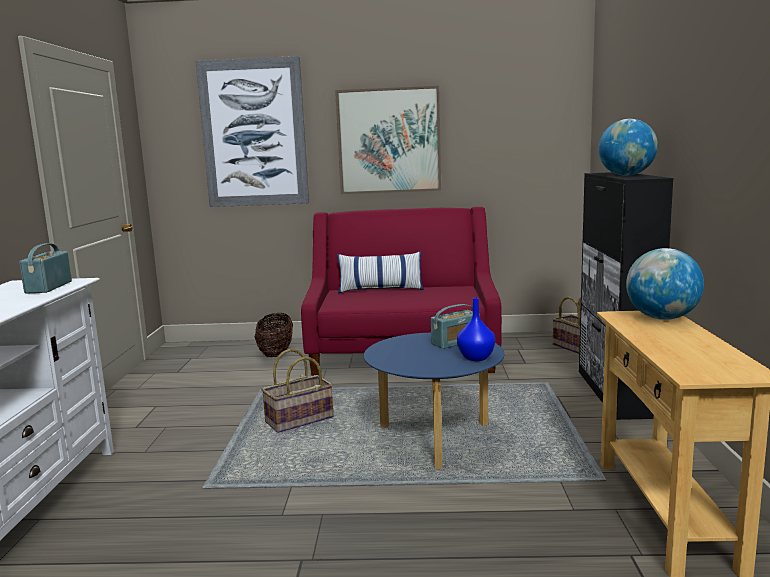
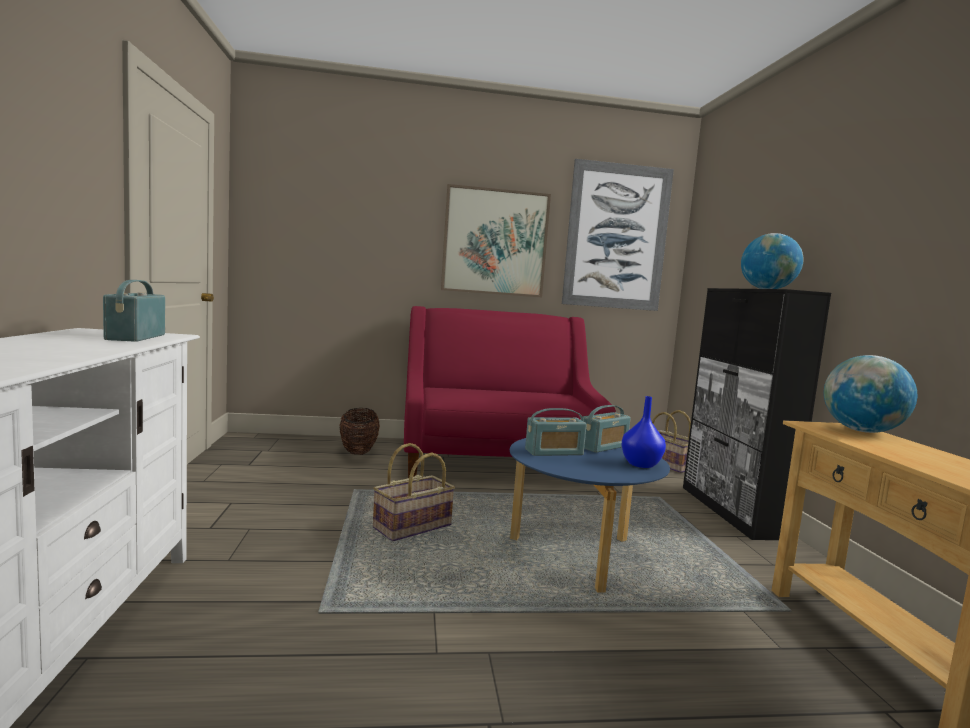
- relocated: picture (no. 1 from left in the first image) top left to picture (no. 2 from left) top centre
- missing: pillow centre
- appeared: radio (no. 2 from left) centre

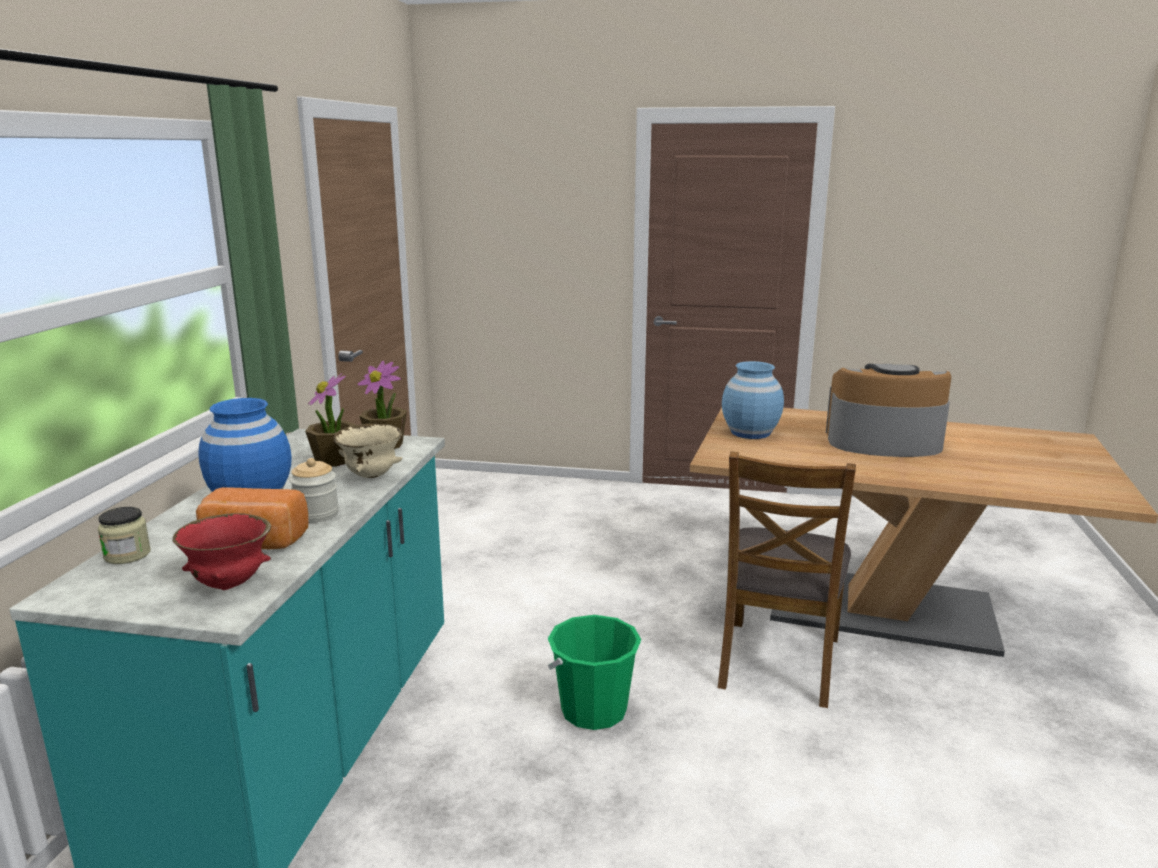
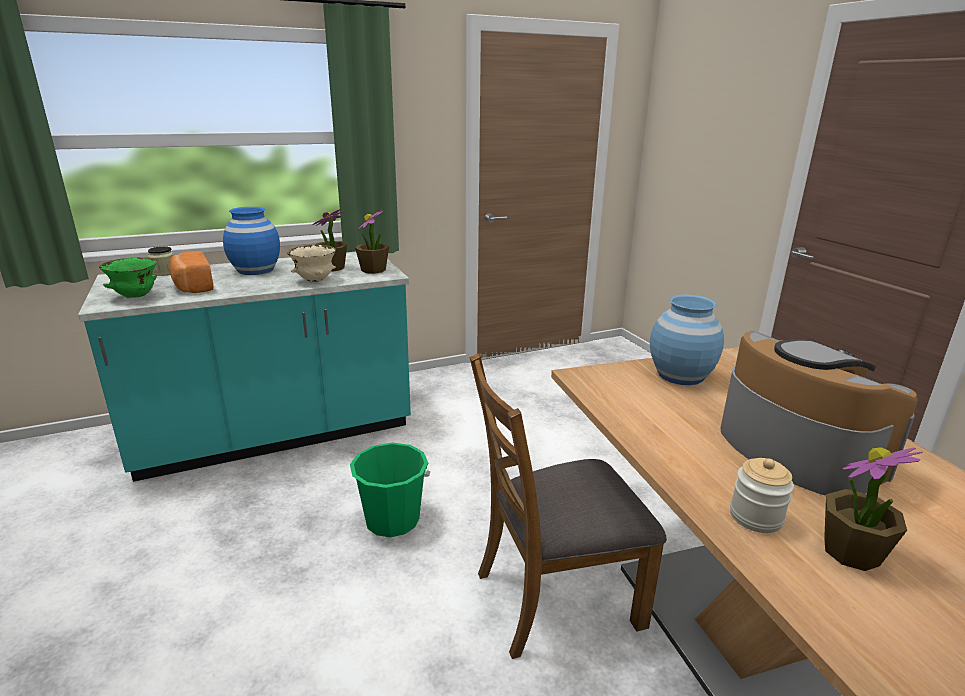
- relocated: jar (no. 2 from left) middle left to bottom right
- colour: bowl (red) middle left to bowl (green) middle left
- appeared: potted plant (no. 3 from left) bottom right

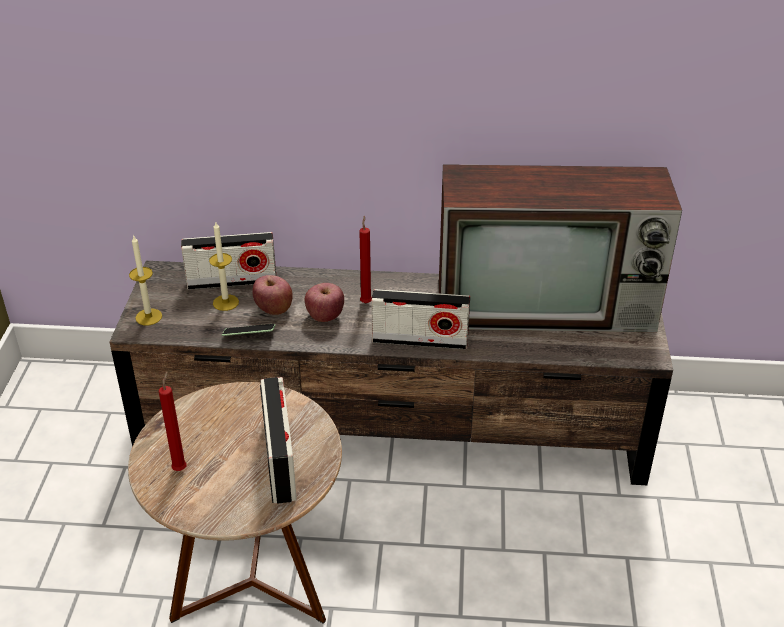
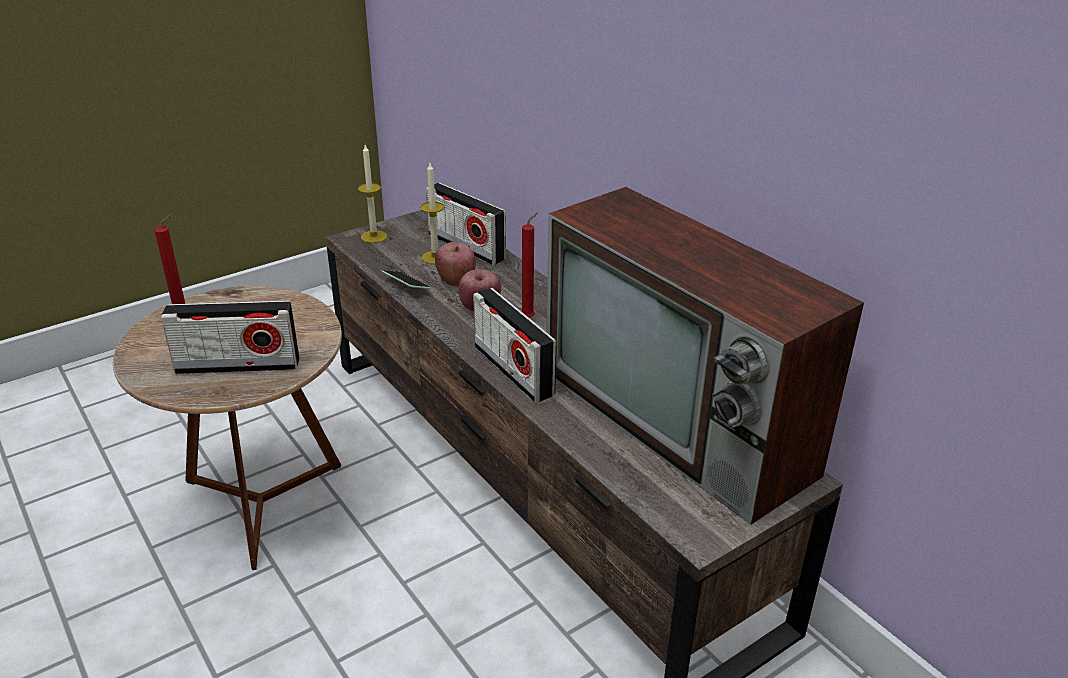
- spun: radio (no. 2 from left in the first image) bottom centre = middle left 45 degrees clockwise

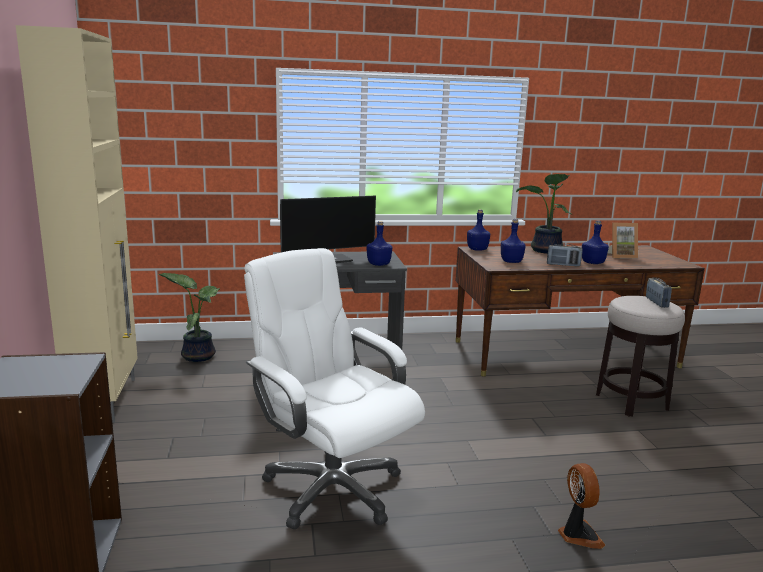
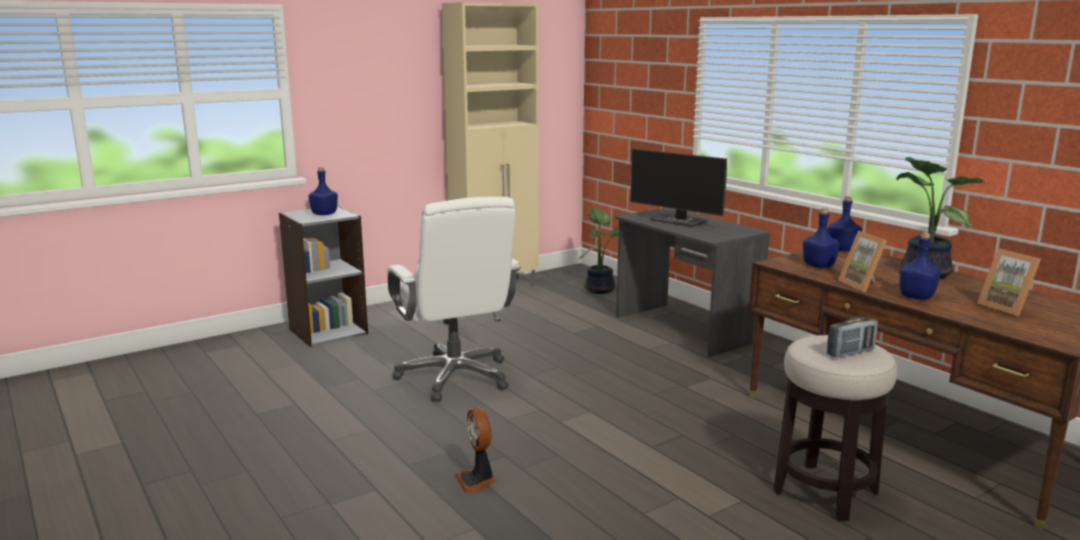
- relocated: bottle (blue) (no. 1 from left) centre to middle left
- exchanged: radio (no. 1 from left) middle right to picture frame (no. 1 from left) middle right
- spun: office chair (white) bottom centre = centre 135 degrees clockwise
- spun: fan bottom right = bottom centre 105 degrees clockwise

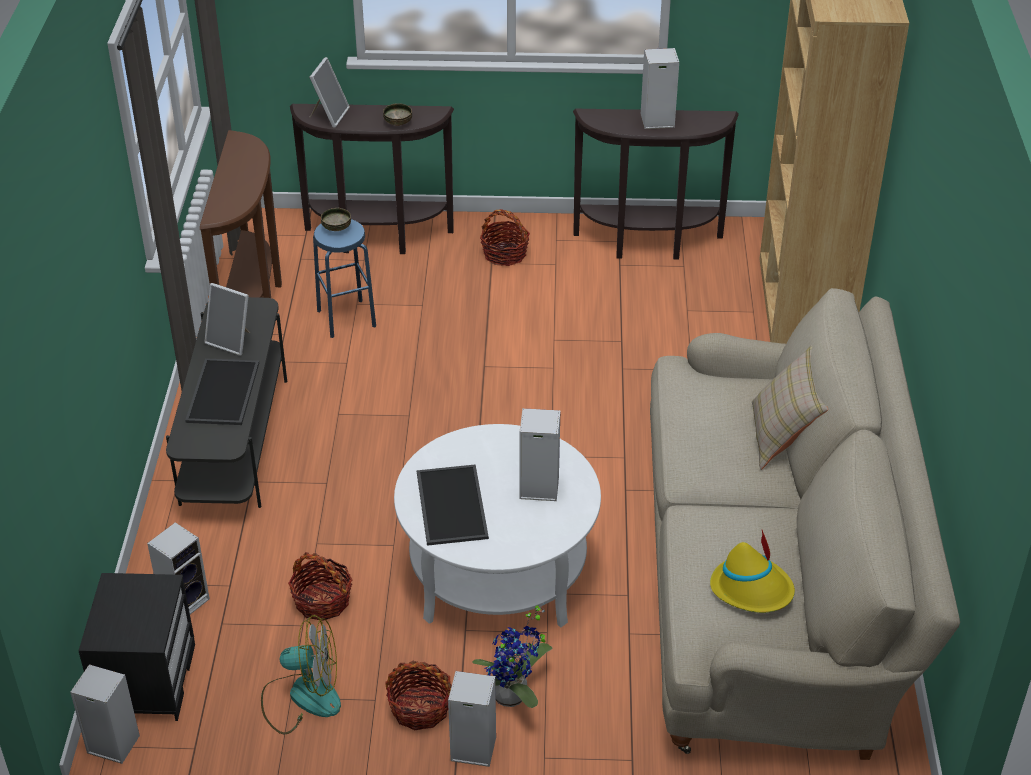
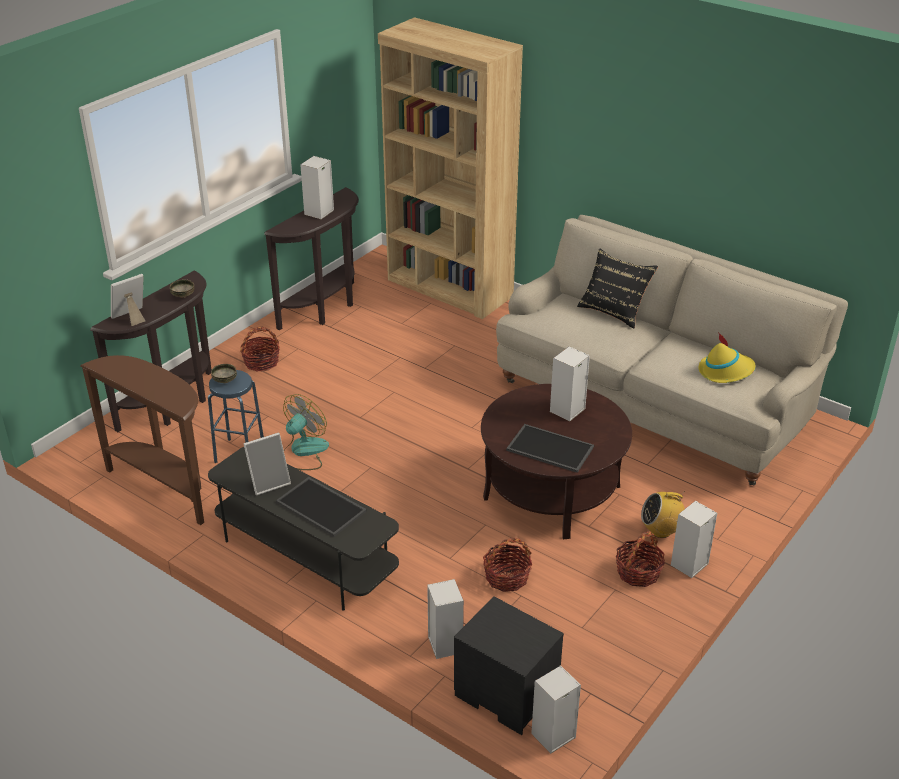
- spun: picture frame (no. 2 from left in the first image) top left = middle left 90 degrees counterclockwise
- colour: pillow (beige) middle right to pillow (black) middle right
- colour: coffee table (white) bottom centre to coffee table (brown) centre
- exchanged: potted plant bottom centre to radio middle right
- relocated: fan bottom left to centre

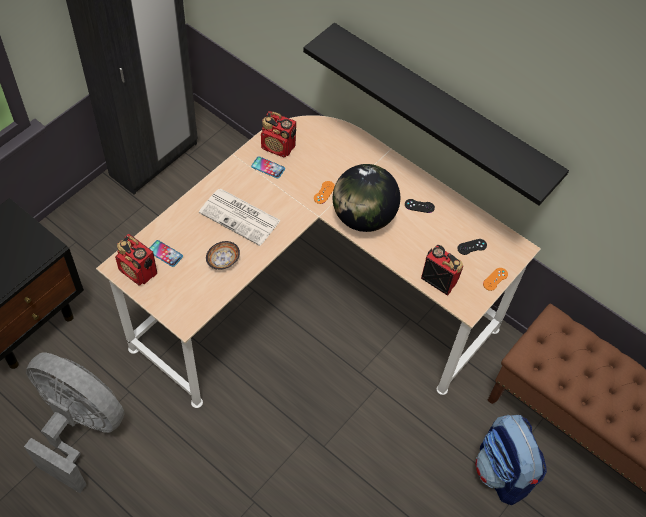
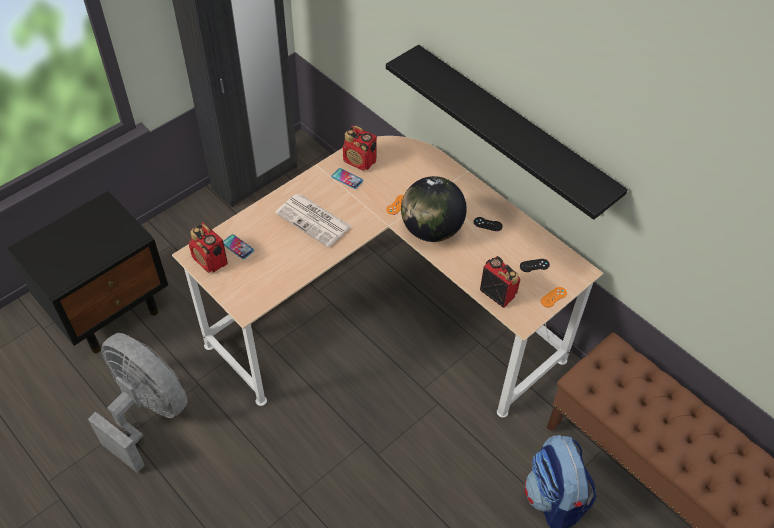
- missing: bowl centre

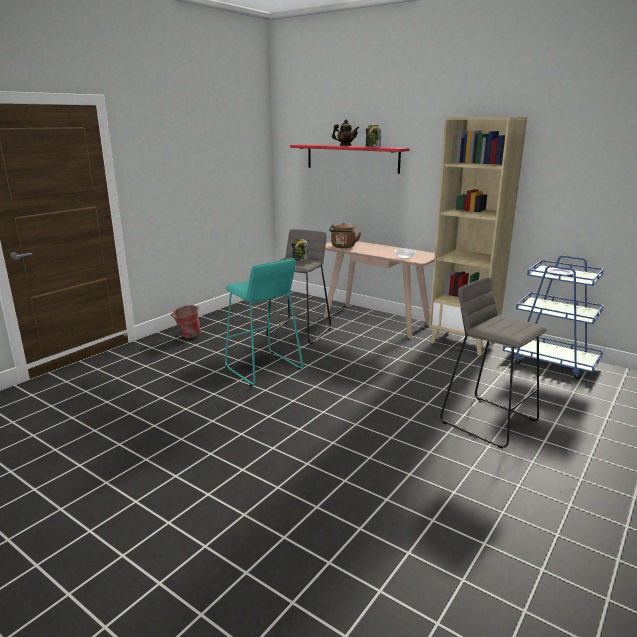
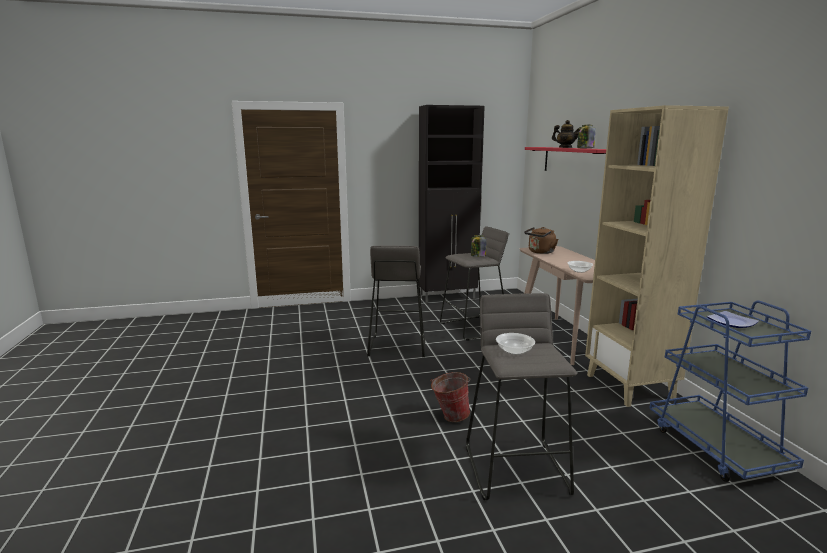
- colour: stool (turquoise) centre to stool (grey) (no. 1 from left) centre
- relocated: bucket middle left to bottom centre
- appeared: cabinet (black) centre
- appeared: bowl (no. 1 from left) centre

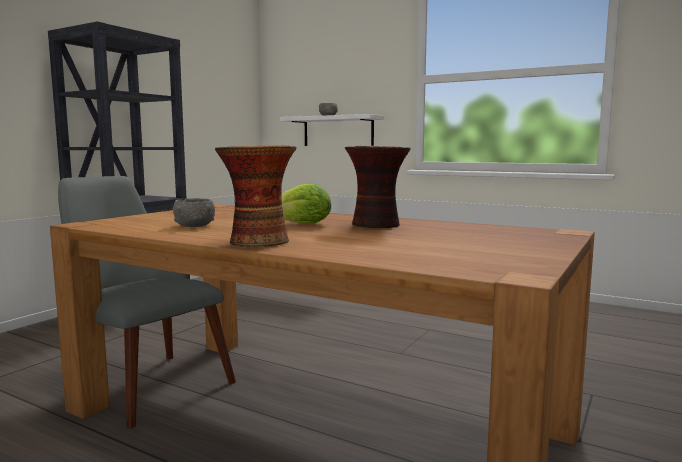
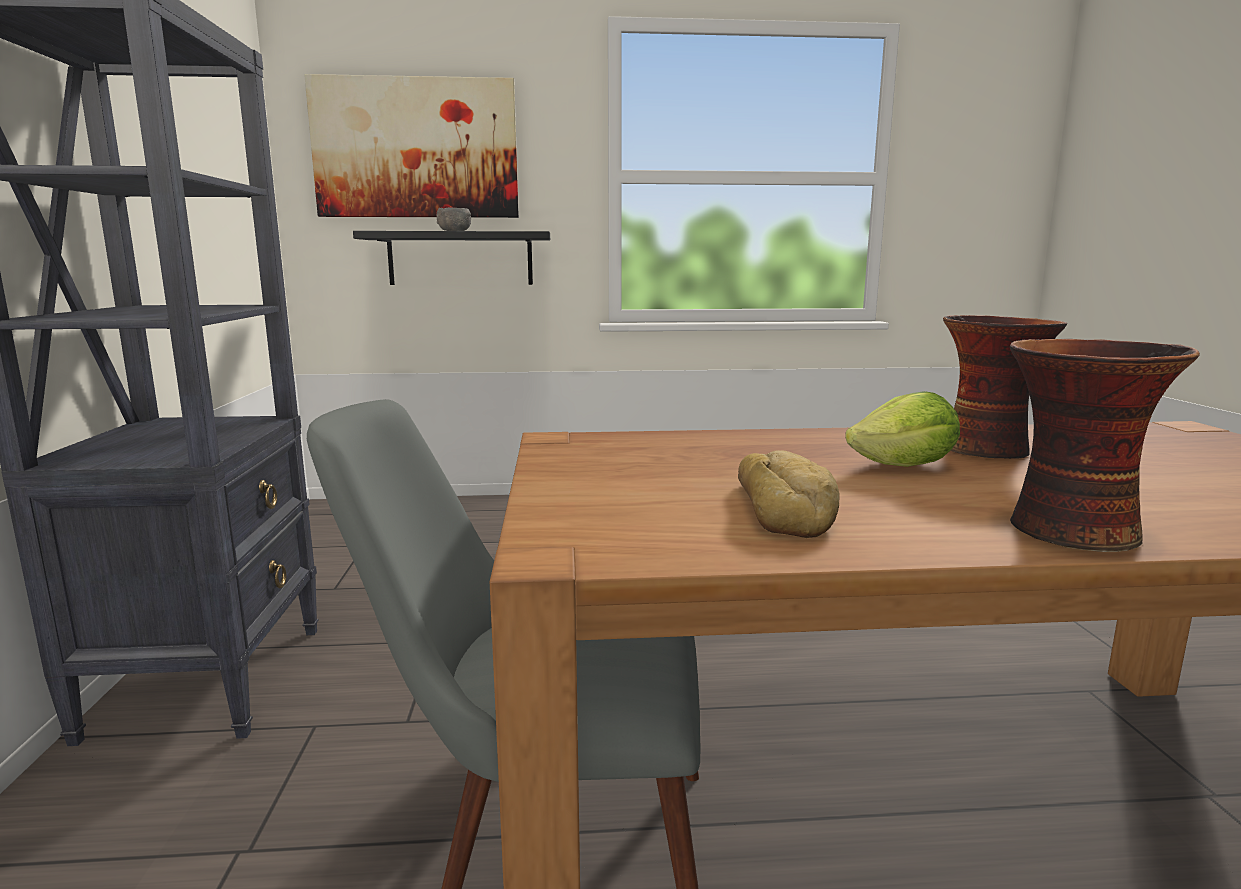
- colour: shelf (white) top centre to shelf (black) top centre
- exchanged: bowl (grey) (no. 1 from left) middle left to bread centre
- appeared: picture top left

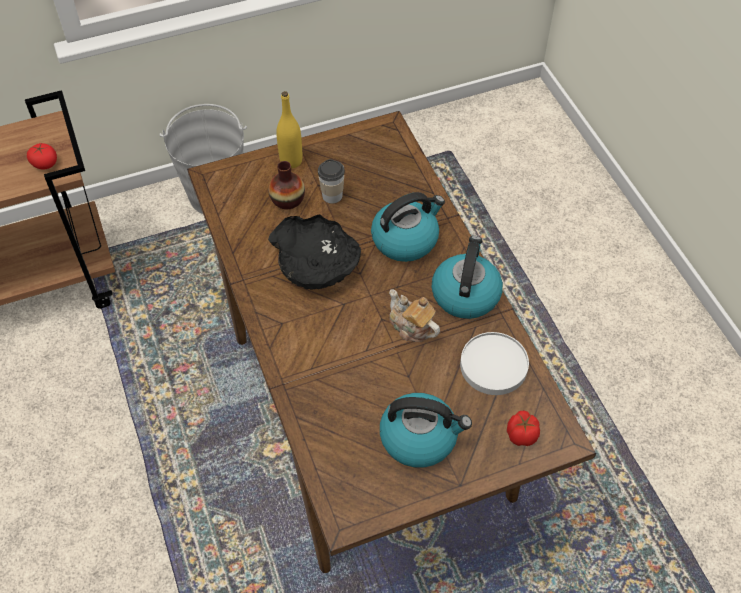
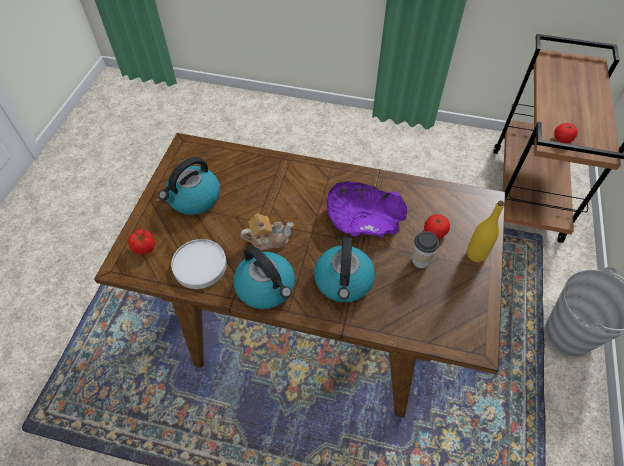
- exchanged: vase top centre to tomato (no. 2 from left) middle right
- colour: bowl (black) centre to bowl (purple) centre

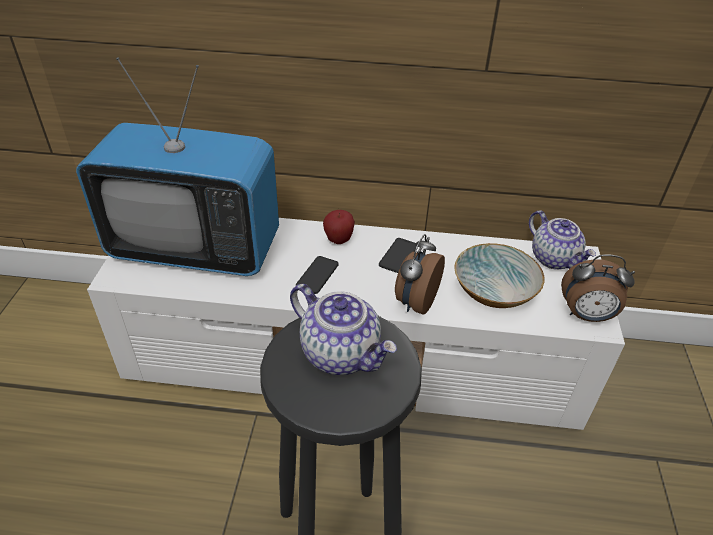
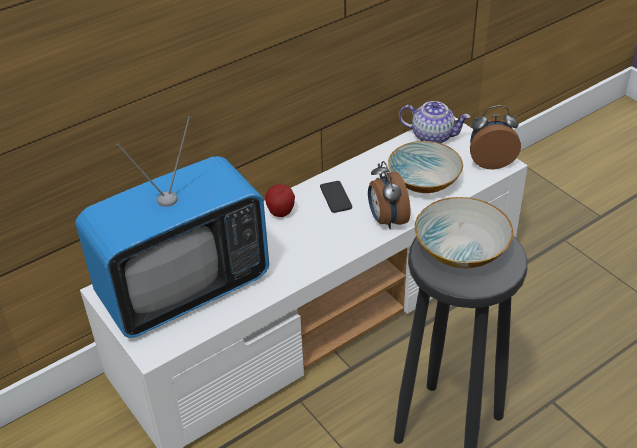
- spun: alarm clock (no. 2 from left) middle right = top right 150 degrees counterclockwise
- missing: phone (no. 1 from left) centre
- exchanged: teapot (no. 1 from left) centre to bowl (no. 2 from left) middle right

